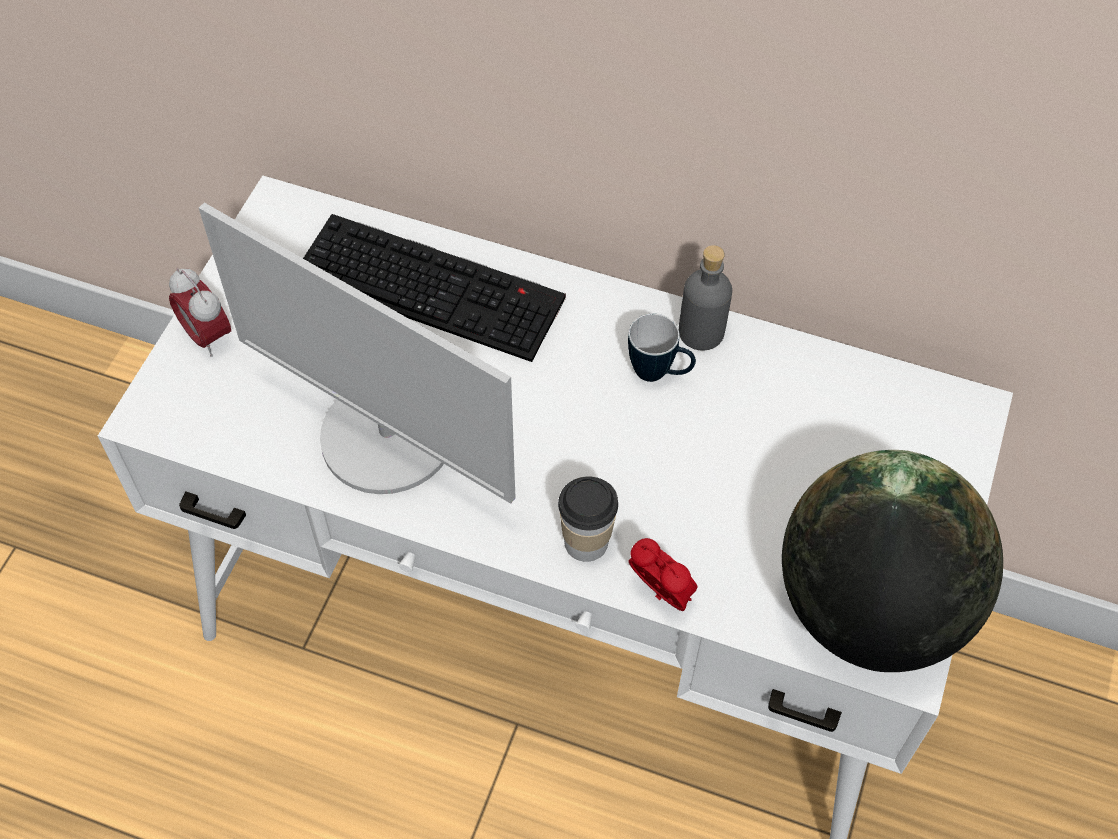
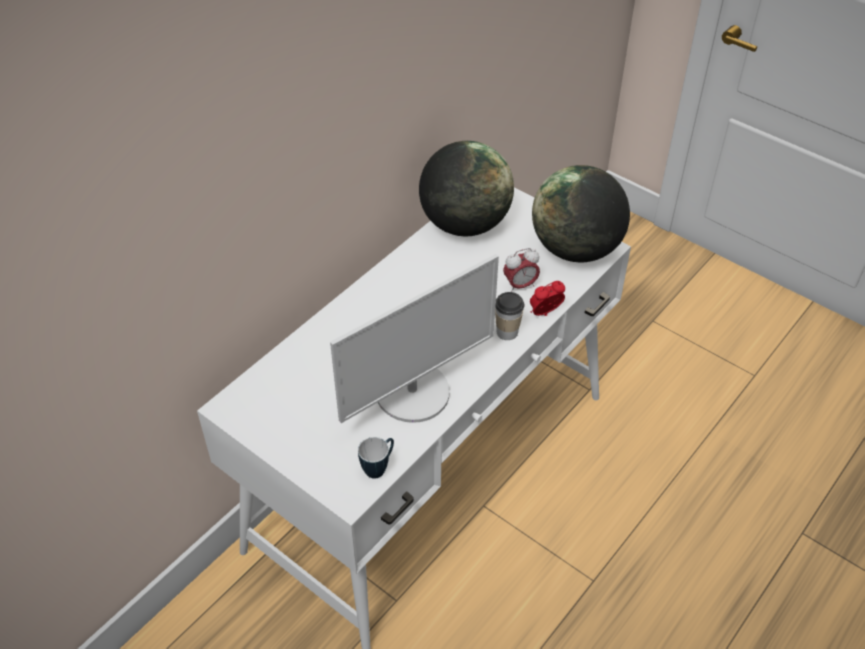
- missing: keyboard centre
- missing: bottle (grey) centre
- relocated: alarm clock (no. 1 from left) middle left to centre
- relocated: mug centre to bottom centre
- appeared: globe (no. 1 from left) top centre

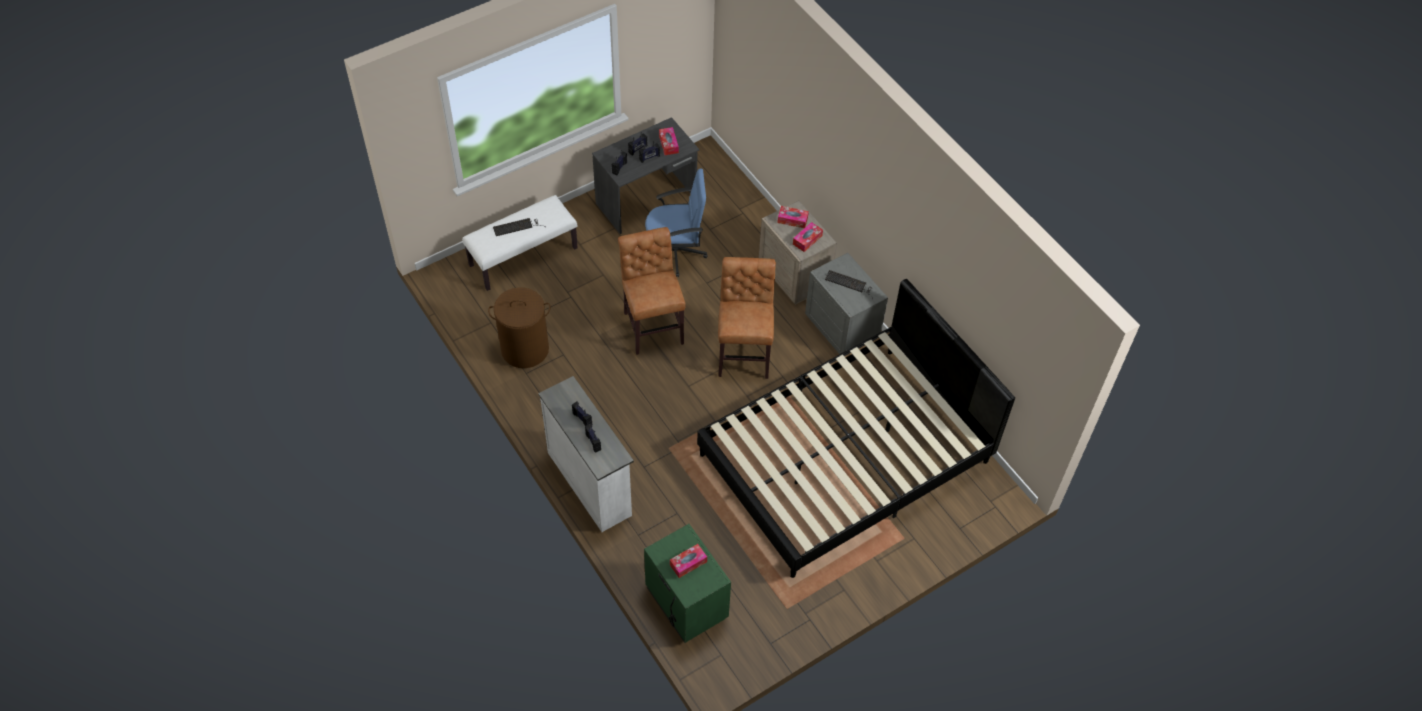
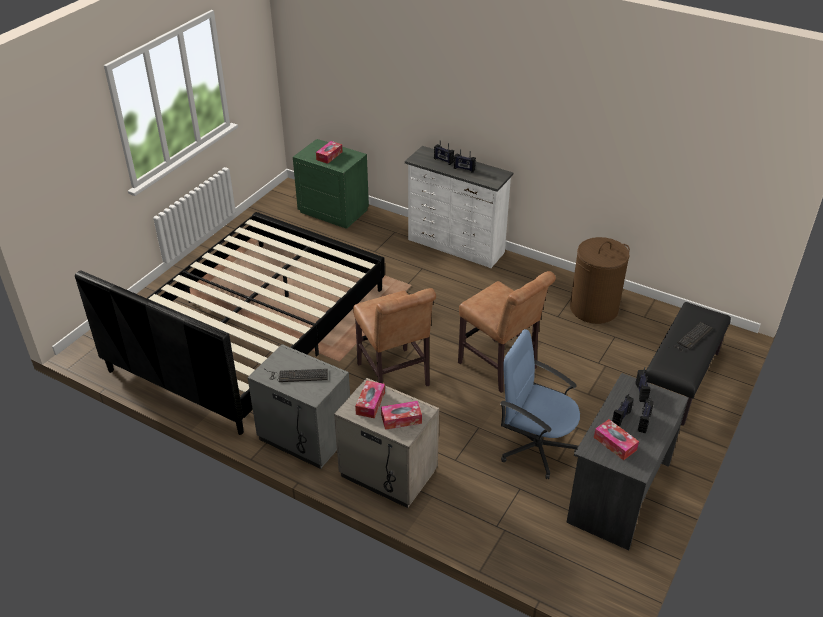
- spun: office chair (blue) top centre = centre 60 degrees clockwise
- colour: bench (white) centre to bench (black) middle right

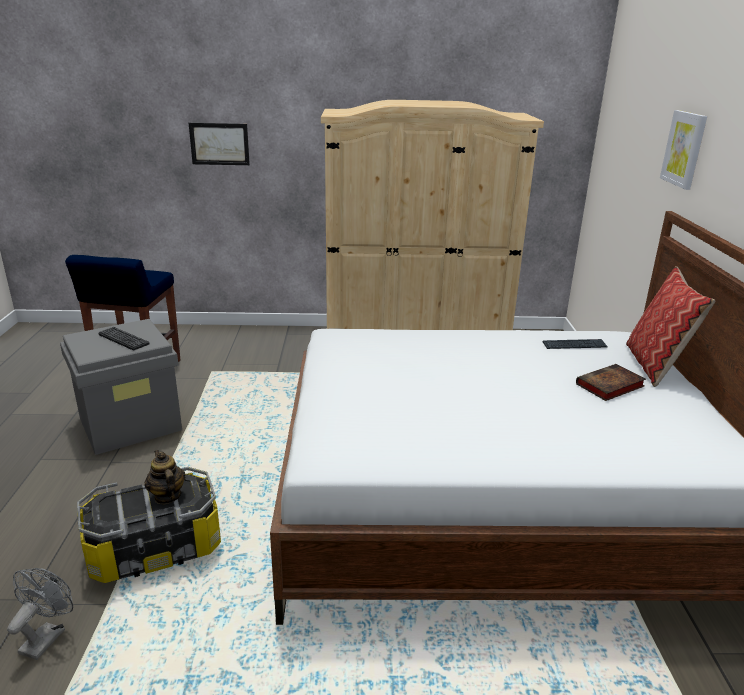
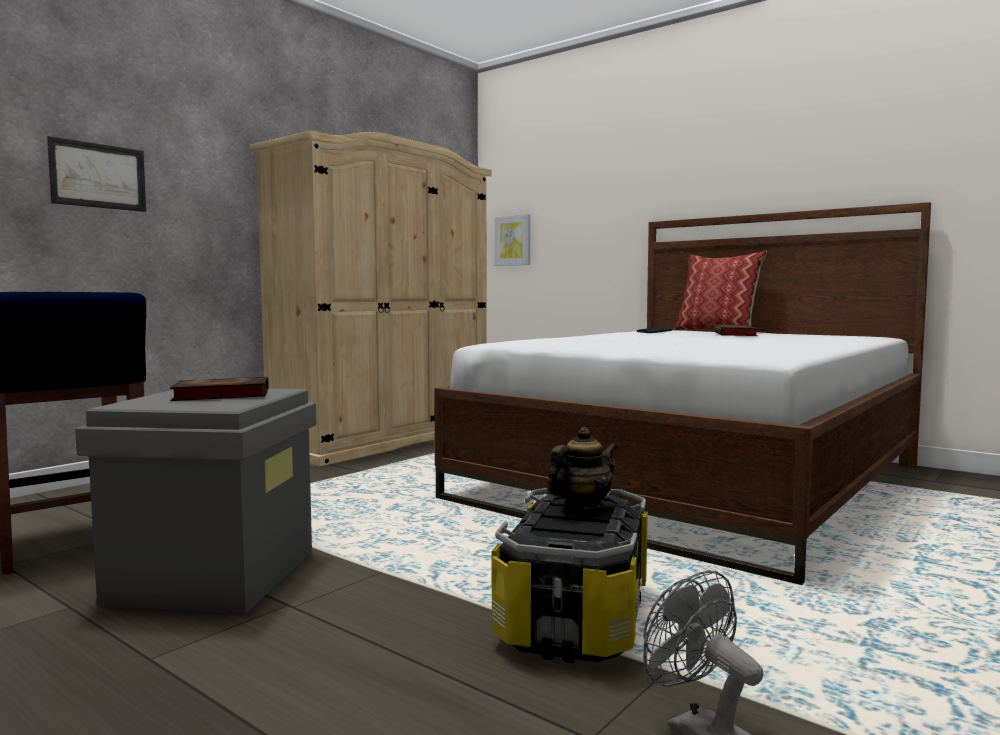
- relocated: picture (no. 2 from left) top right to top centre
- exchanged: keyboard (no. 1 from left) middle left to book (no. 1 from left) middle left
- spun: teapot bottom left = centre 135 degrees clockwise

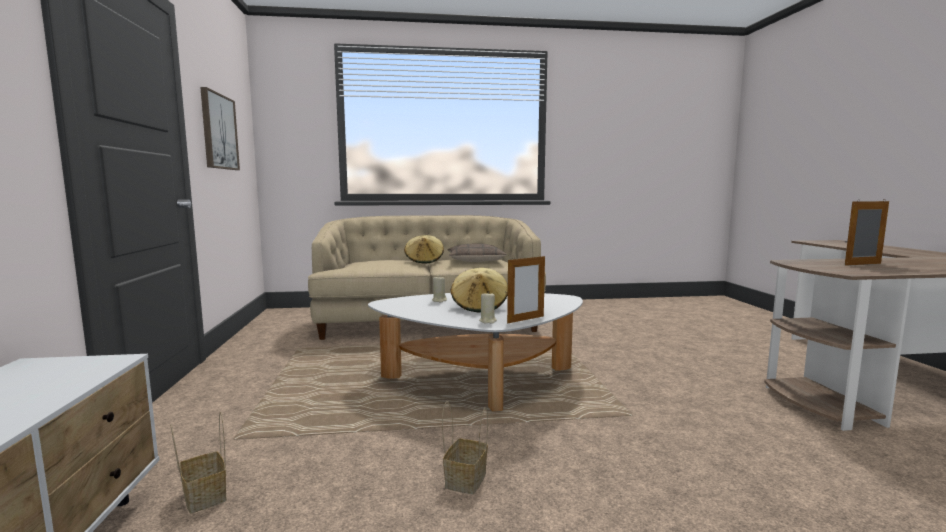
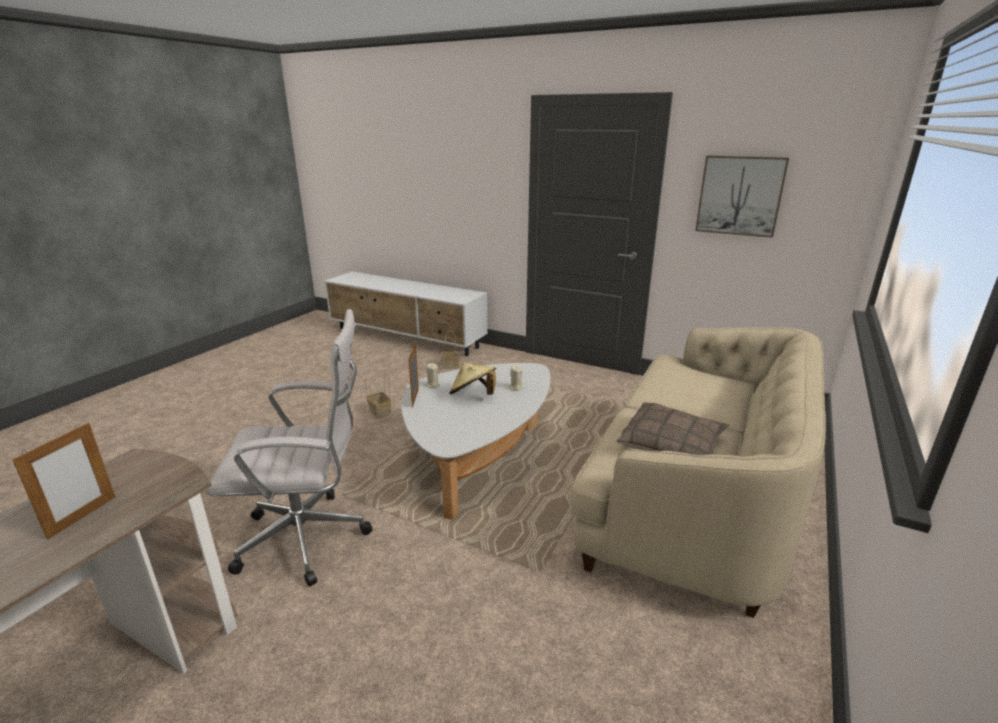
- missing: hat (beige) (no. 1 from left) centre
- appeared: office chair (white) middle left

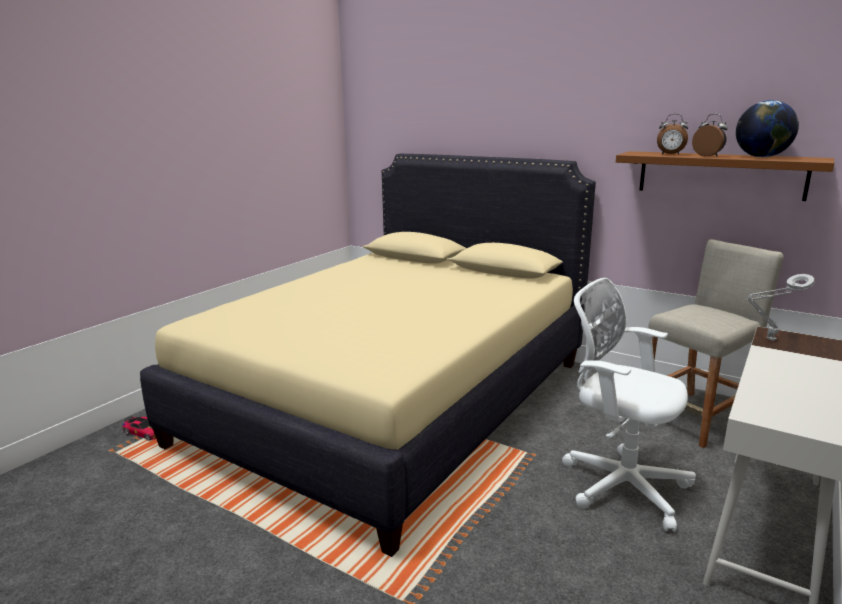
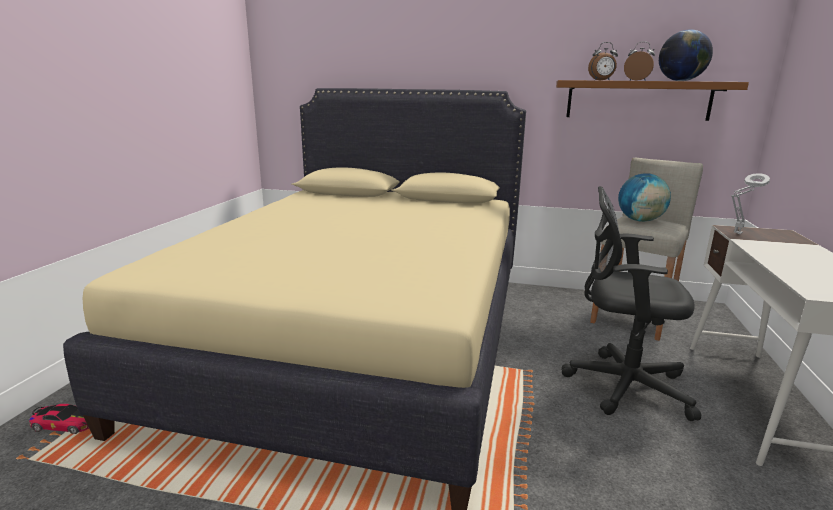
- colour: office chair (white) bottom right to office chair (black) middle right
- appeared: globe (no. 1 from left) middle right

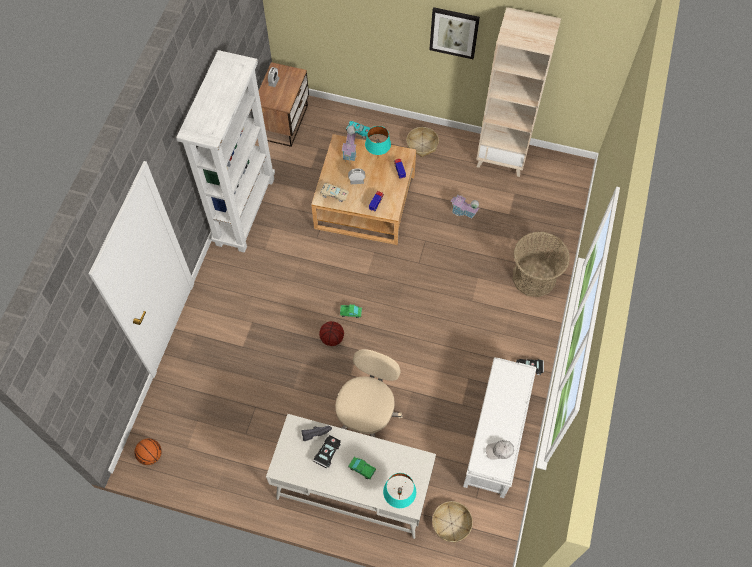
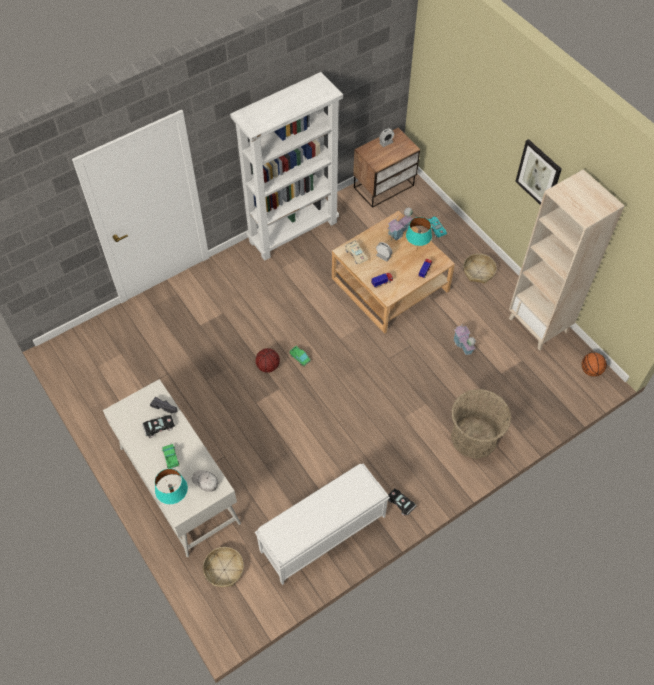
- missing: office chair (beige) bottom centre
- relocated: basketball (no. 1 from left in the first image) bottom left to basketball (no. 2 from left) middle right
- relocated: cap (white) bottom centre to bottom left

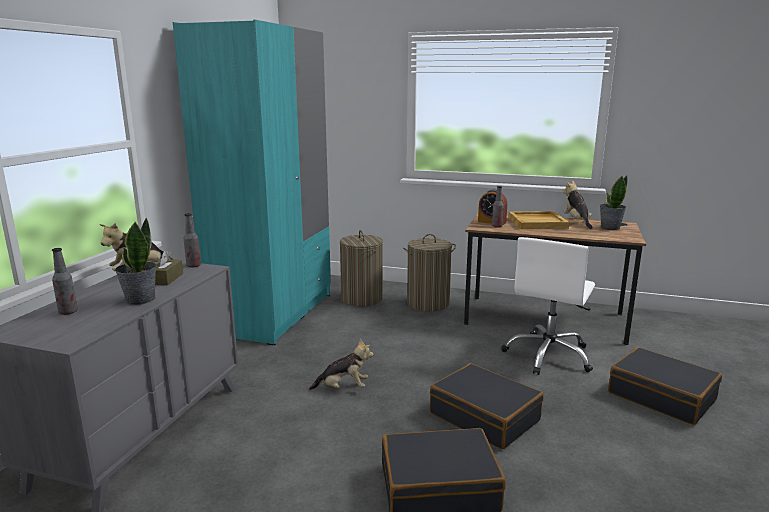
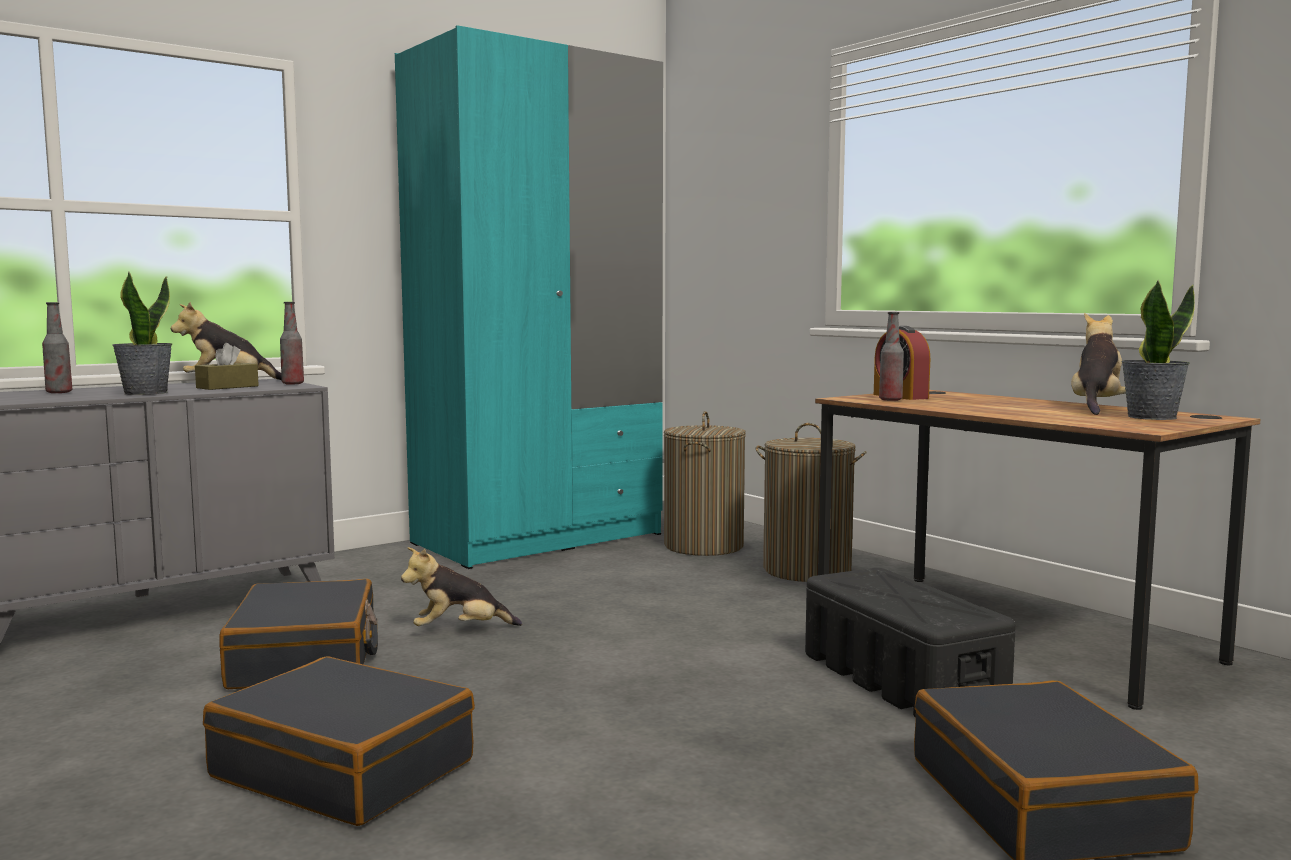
- missing: tray (beige) middle right
- exchanged: office chair (white) middle right to storage box (black) bottom right
- spun: plush toy (no. 2 from left) bottom centre = bottom centre 135 degrees clockwise
- relocated: suitcase (black) (no. 2 from left in the first image) bottom centre to suitcase (black) (no. 1 from left) bottom left

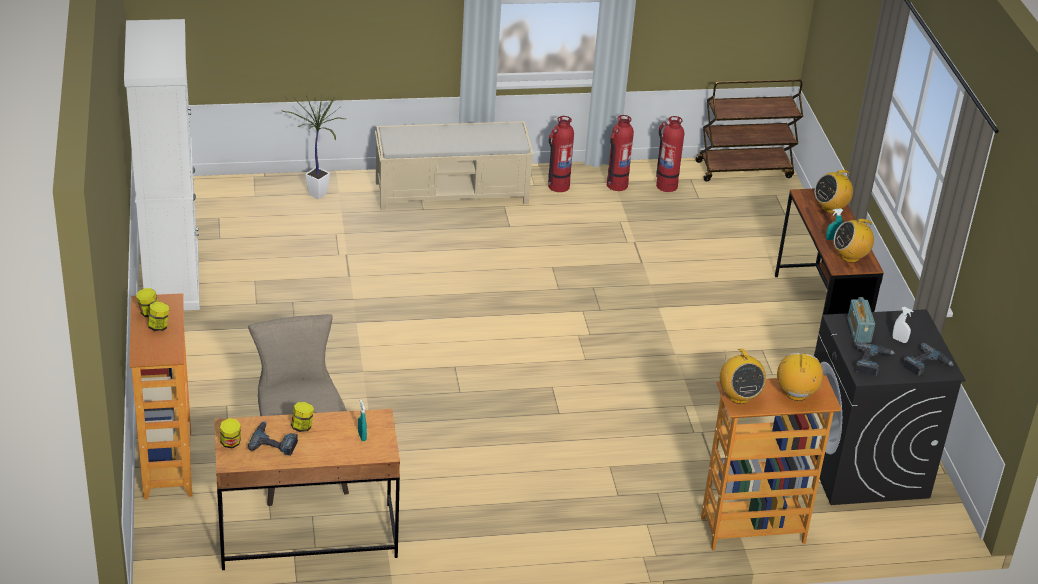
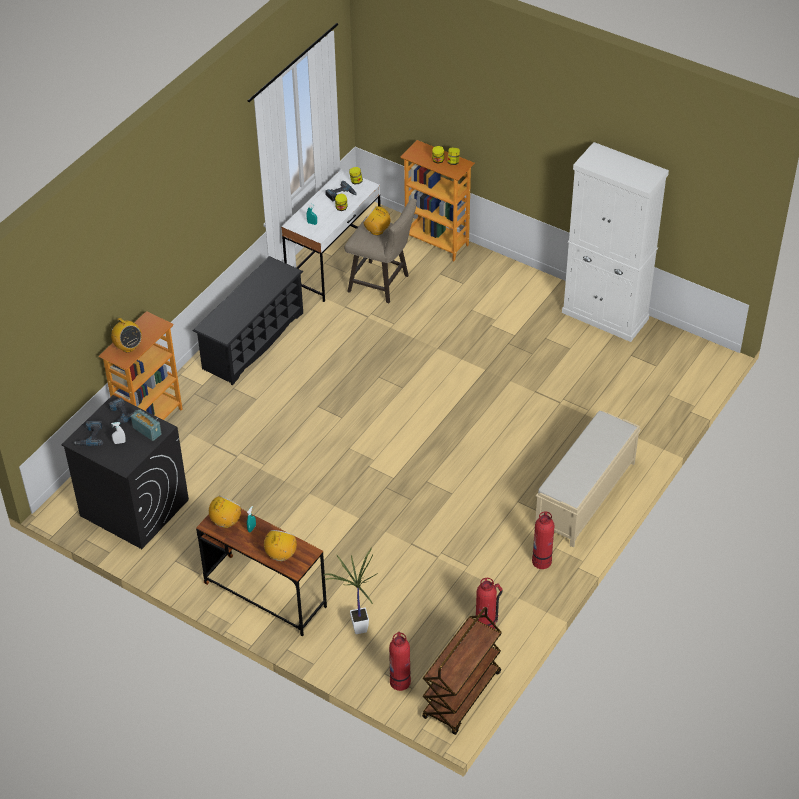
- relocated: potted plant top left to bottom centre
- relocated: fire extinguisher (no. 2 from left in the first image) top centre to fire extinguisher (no. 1 from left) bottom centre
- relocated: radio (no. 1 from left in the first image) middle right to radio (no. 5 from left) top centre
- colour: desk (brown) (no. 1 from left) bottom left to desk (white) top centre
- appeared: shoe rack (black) middle left

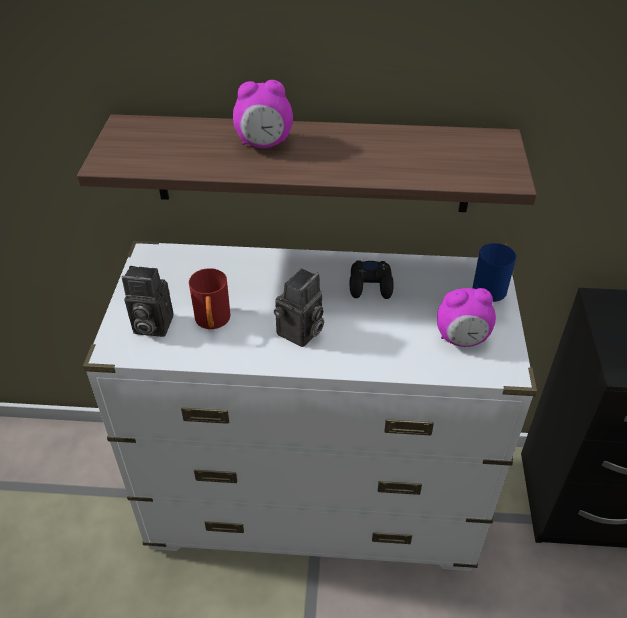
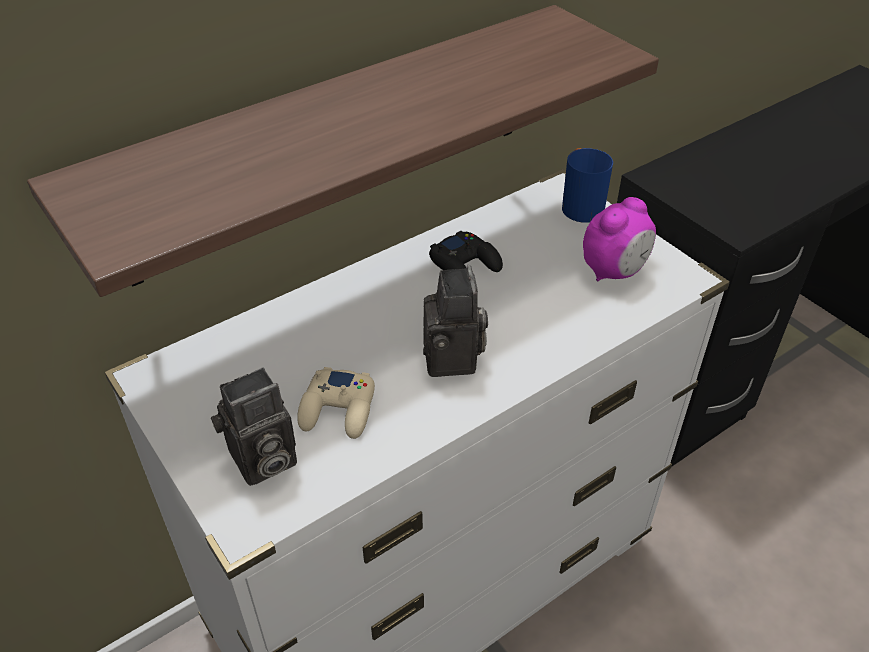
- missing: alarm clock (no. 1 from left) top centre
- exchanged: mug (red) centre to game controller (beige) centre

